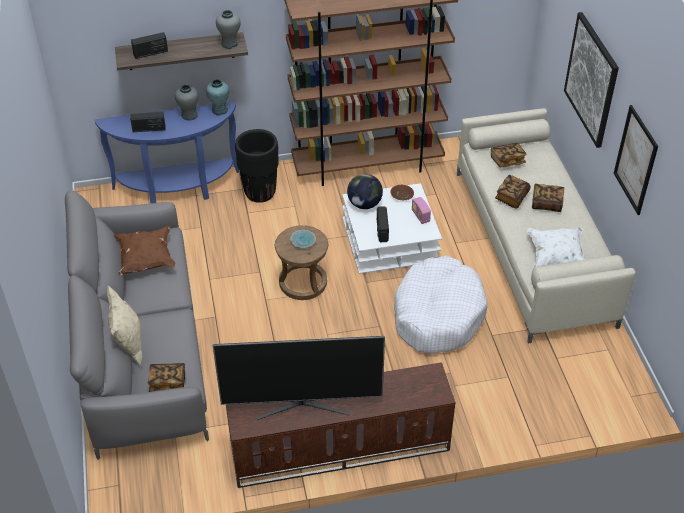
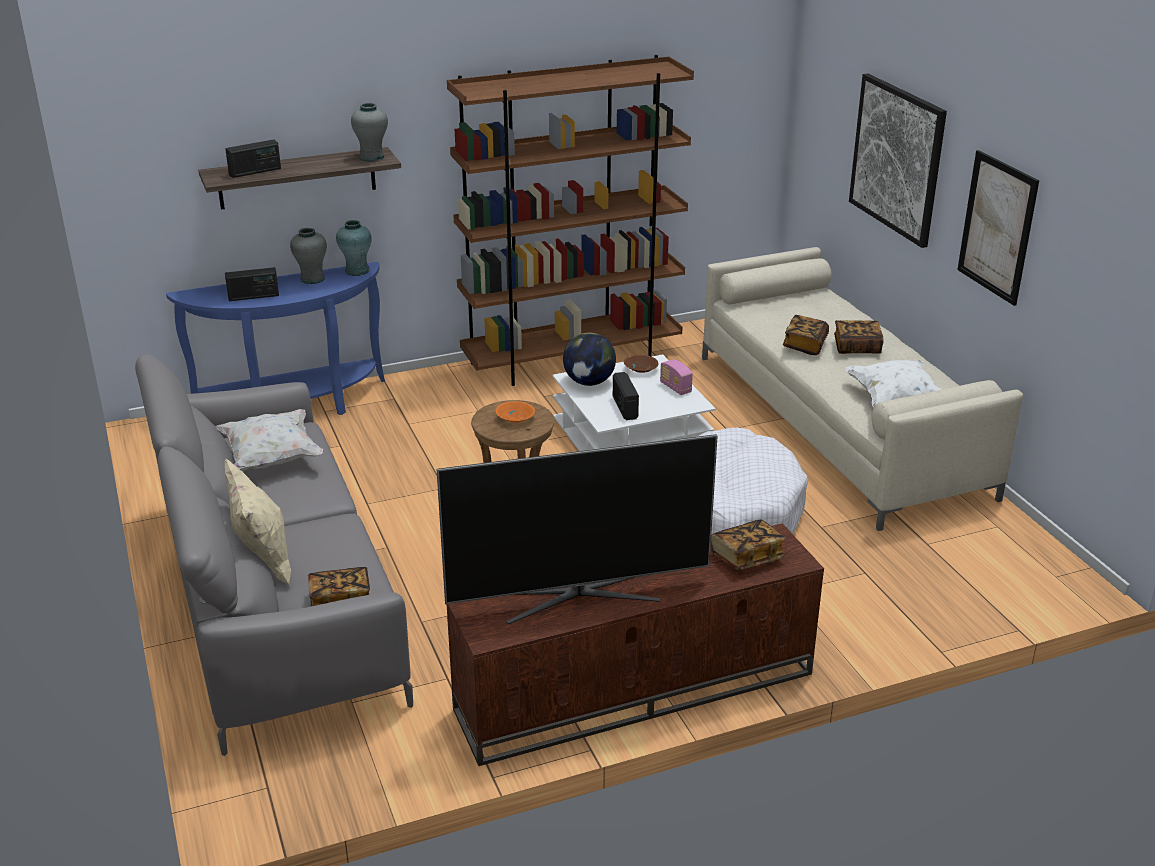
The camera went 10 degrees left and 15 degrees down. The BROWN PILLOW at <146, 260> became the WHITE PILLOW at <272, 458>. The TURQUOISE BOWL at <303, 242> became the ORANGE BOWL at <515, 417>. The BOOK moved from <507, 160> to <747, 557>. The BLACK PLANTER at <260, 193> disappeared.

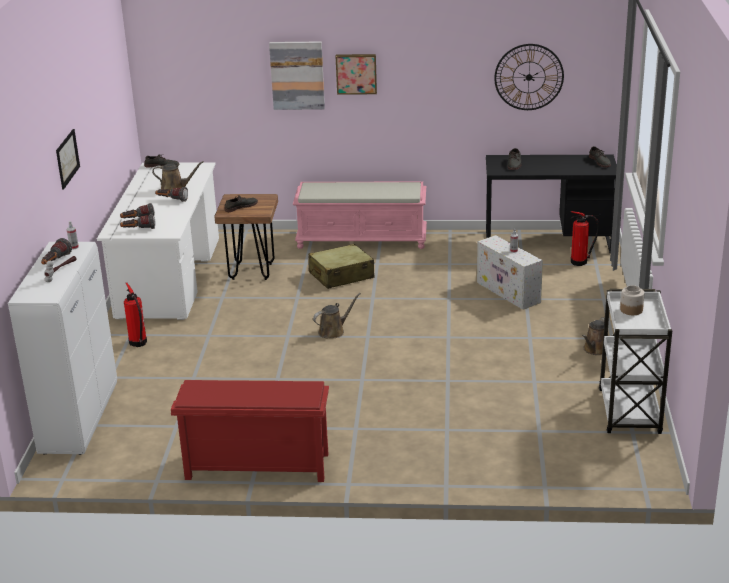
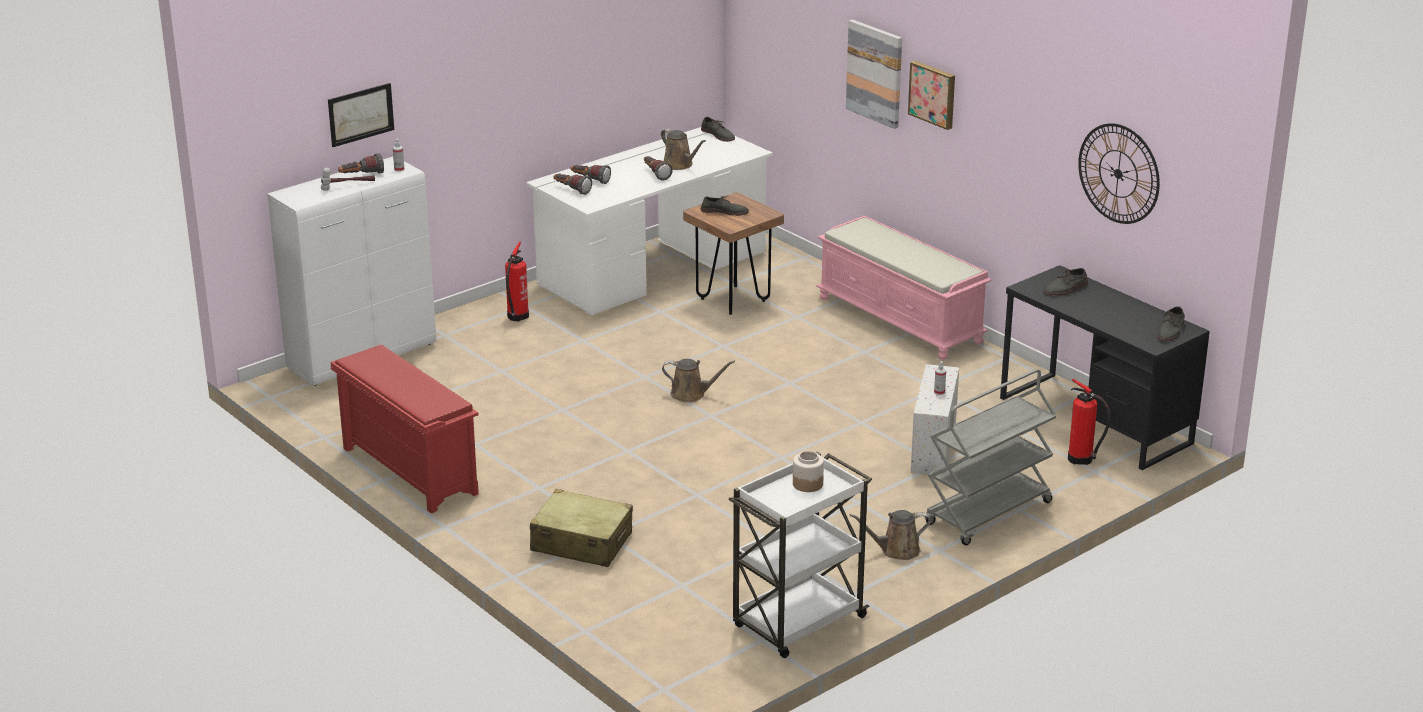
The camera went 45 degrees right and 0 degrees up. The PICTURE moved from <67, 158> to <360, 114>. The BEIGE SUITCASE moved from <341, 276> to <581, 542>. The GREY CART at <988, 514> appeared.

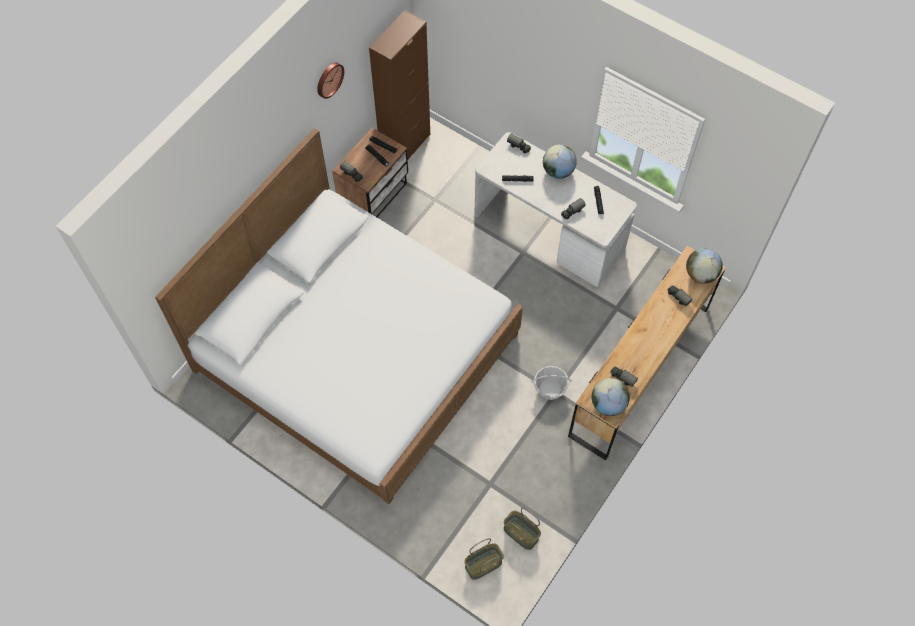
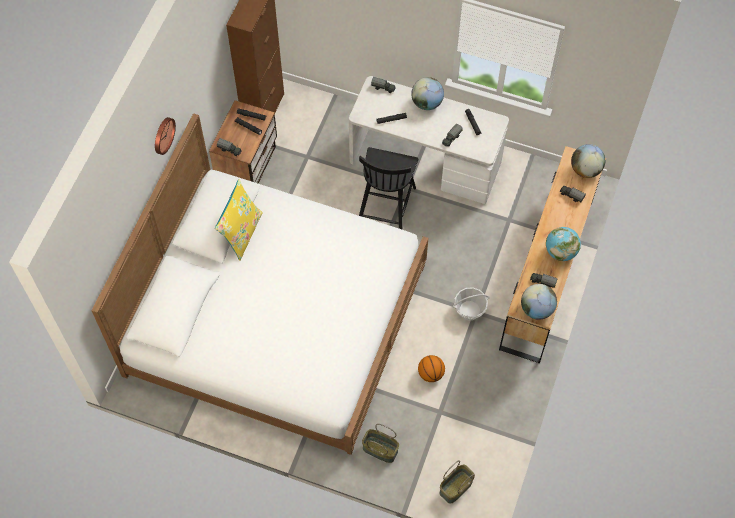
The camera went 15 degrees left and 0 degrees up. The WALL CLOCK moved from <329, 79> to <163, 135>. The YELLOW PILLOW at <241, 233> appeared. The BLACK CHAIR at <386, 205> appeared. The BASKET moved from <520, 533> to <379, 450>. The BASKETBALL at <430, 374> appeared. The GLOBE at <560, 252> appeared.

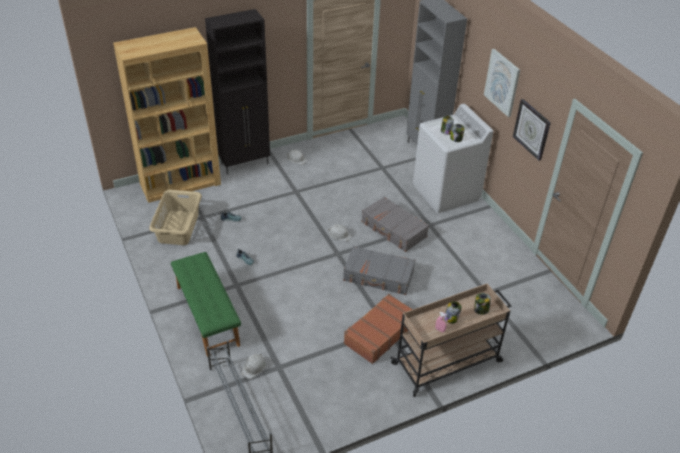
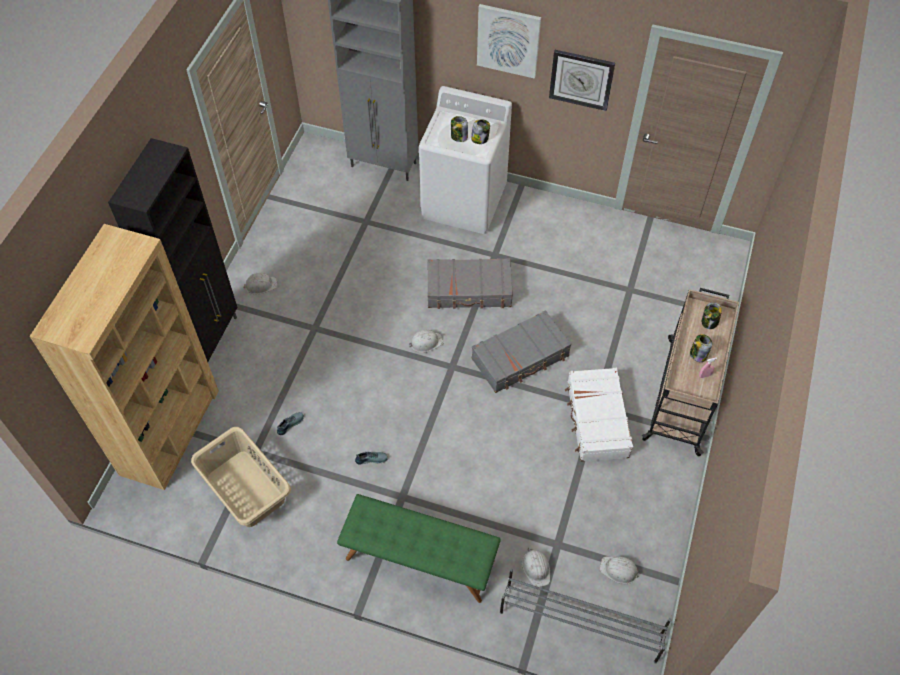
The camera went 45 degrees left and 15 degrees up. The BROWN SUITCASE at <379, 333> became the WHITE SUITCASE at <596, 420>. The WHITE HARD HAT at <619, 570> appeared.

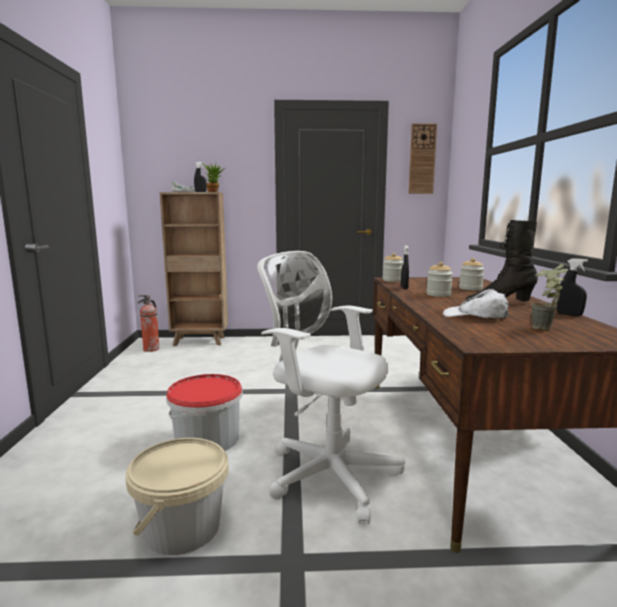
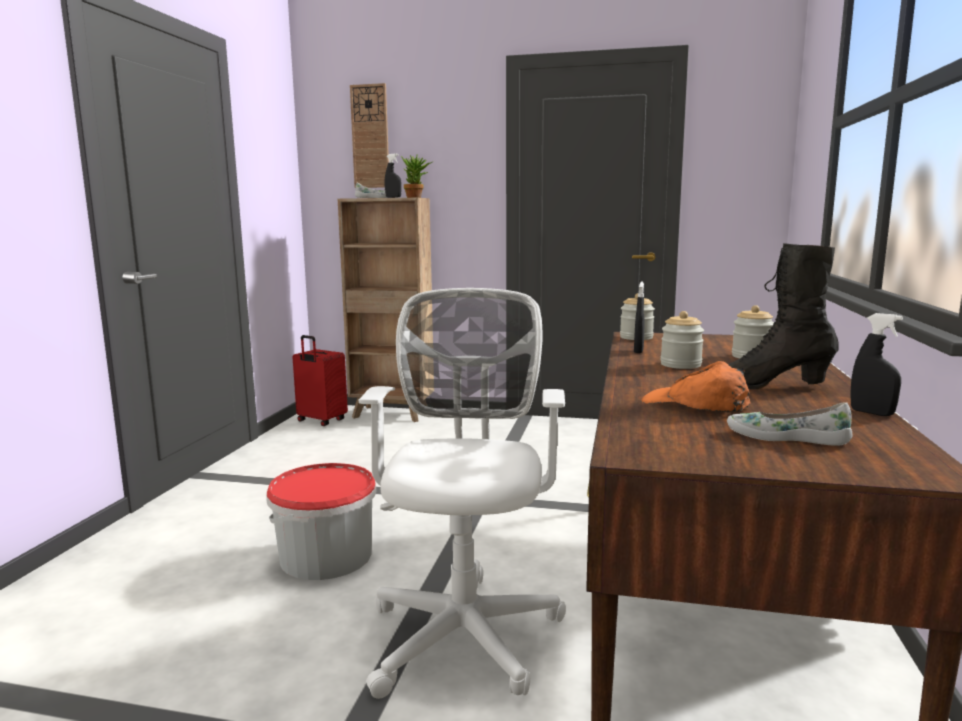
The camera went 15 degrees right and 0 degrees up. The FIRE EXTINGUISHER at <150, 349> was replaced by the RED SUITCASE at <321, 421>. The WALL CLOCK moved from <422, 159> to <370, 136>. The WHITE OFFICE CHAIR at <327, 473> turned 45 degrees clockwise. The WHITE CAP at <475, 315> became the ORANGE CAP at <694, 404>. The POTTED PLANT at <545, 330> was replaced by the WHITE SHOE at <786, 437>. The BEIGE BUCKET at <182, 528> disappeared.

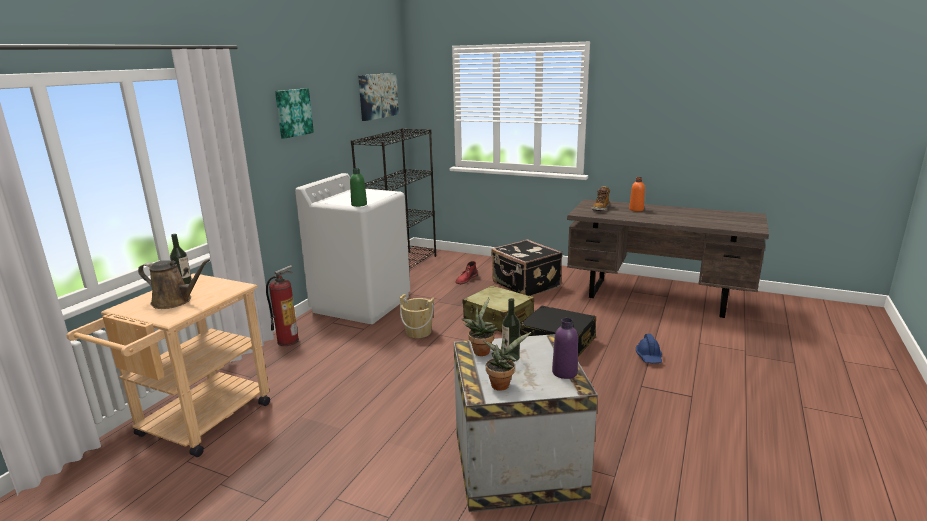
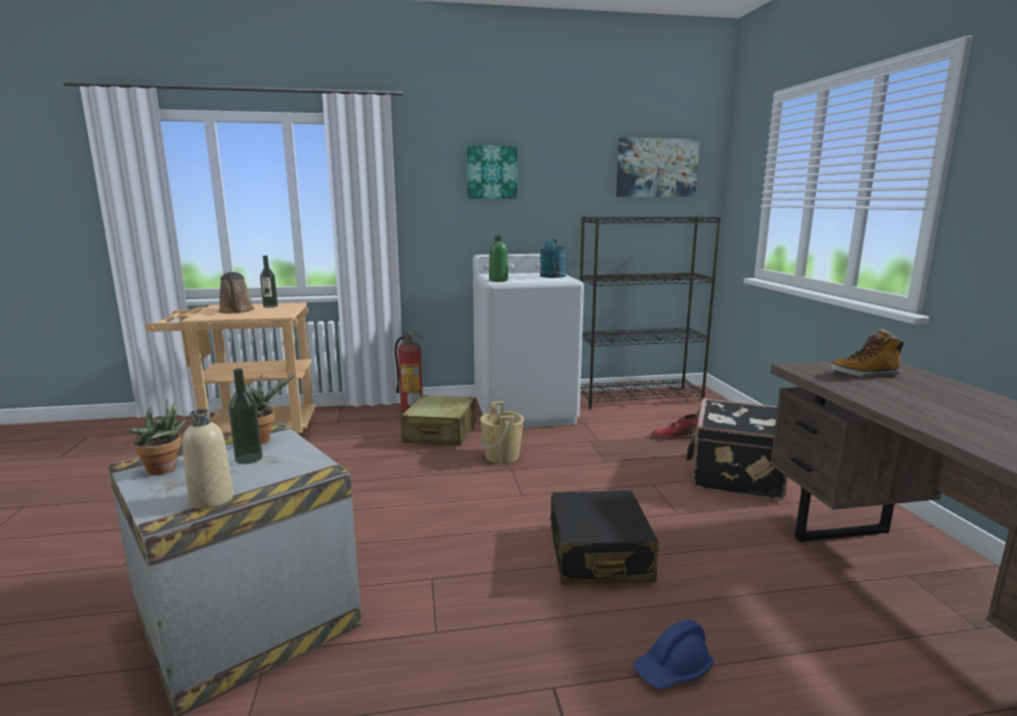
The camera went 55 degrees right and 5 degrees down. The PURPLE BOTTLE at <564, 372> became the BEIGE BOTTLE at <212, 500>. The BEIGE SUITCASE moved from <498, 319> to <440, 433>. The TURQUOISE WATERING CAN at <552, 277> appeared. The ORANGE BOTTLE at <636, 209> disappeared.

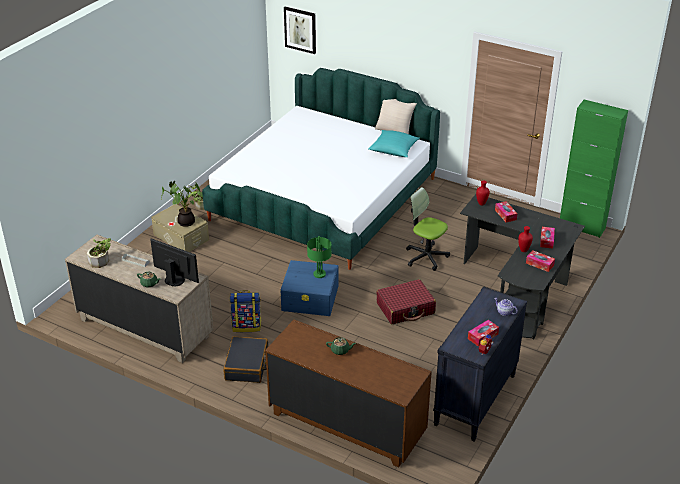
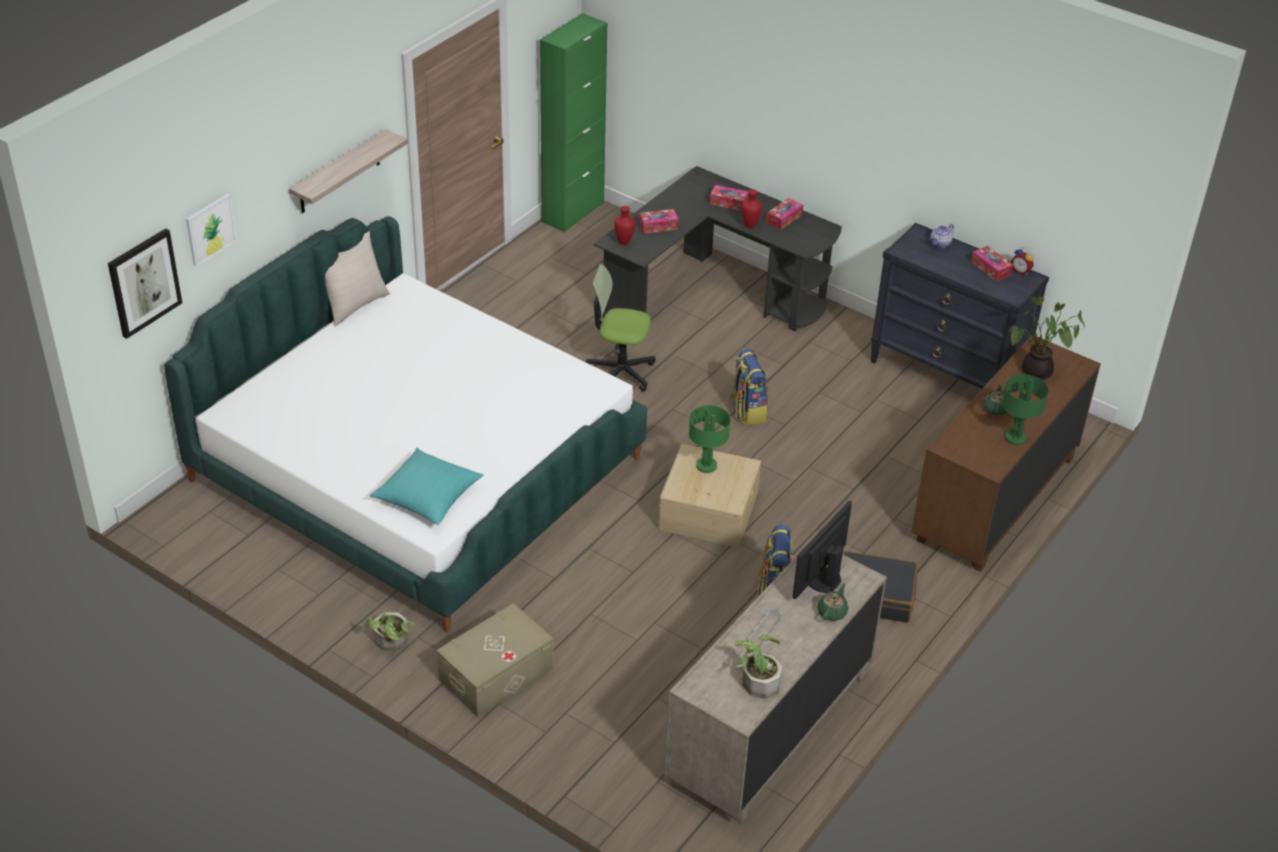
The camera went 85 degrees left and 5 degrees up. The PICTURE at <210, 229> appeared. The SHELF at <339, 173> appeared. The TURQUOISE PILLOW moved from <394, 150> to <427, 497>. The OFFICE CHAIR at <426, 257> turned 60 degrees clockwise. The BLUE STORAGE BOX at <310, 298> became the BEIGE STORAGE BOX at <709, 510>. The RED SUITCASE at <405, 308> was replaced by the BACKPACK at <747, 410>. The GREEN TABLE LAMP at <1014, 438> appeared. The POTTED PLANT moved from <185, 221> to <1035, 373>.

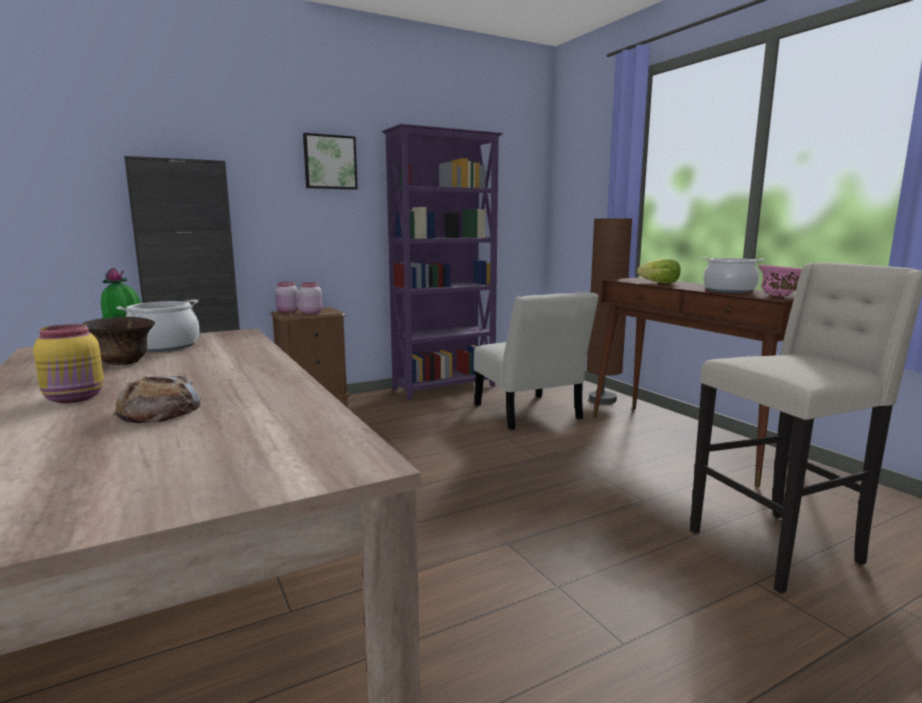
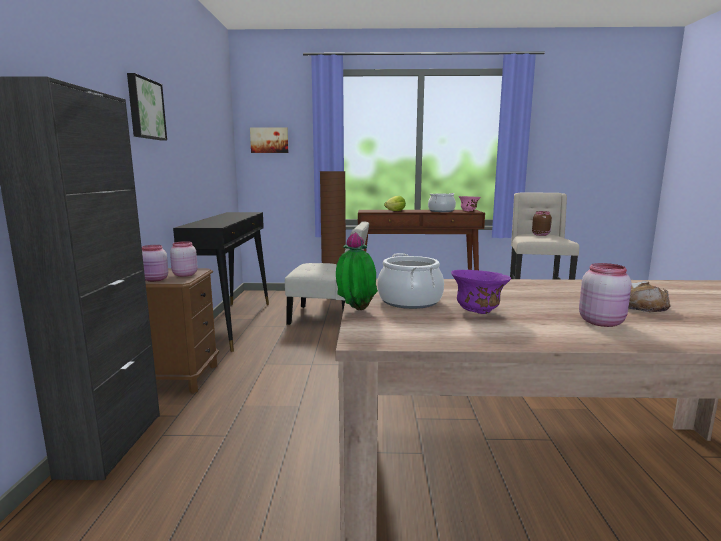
The camera went 60 degrees left and 0 degrees up. The PURPLE BOOKCASE at <445, 388> was replaced by the BLACK CONSOLE TABLE at <232, 324>. The PICTURE at <269, 140> appeared. The BROWN BOWL at <124, 363> became the PURPLE BOWL at <477, 311>. The BROWN JAR at <540, 235> appeared. The YELLOW JAR at <76, 398> became the PINK JAR at <601, 322>.

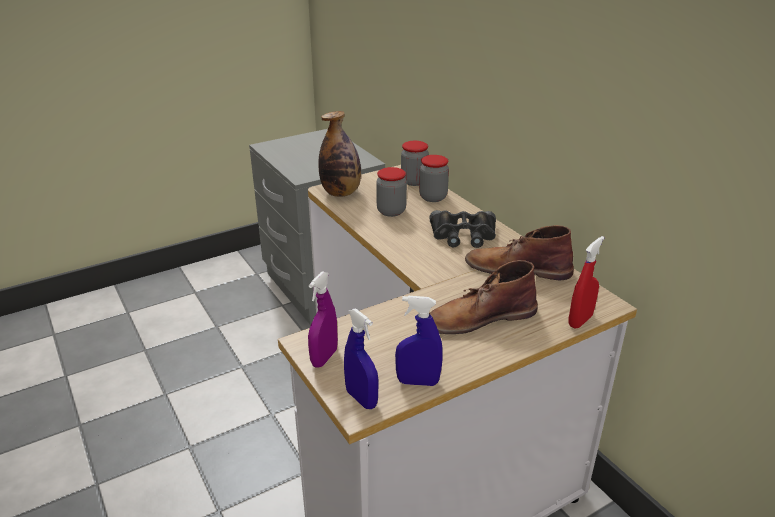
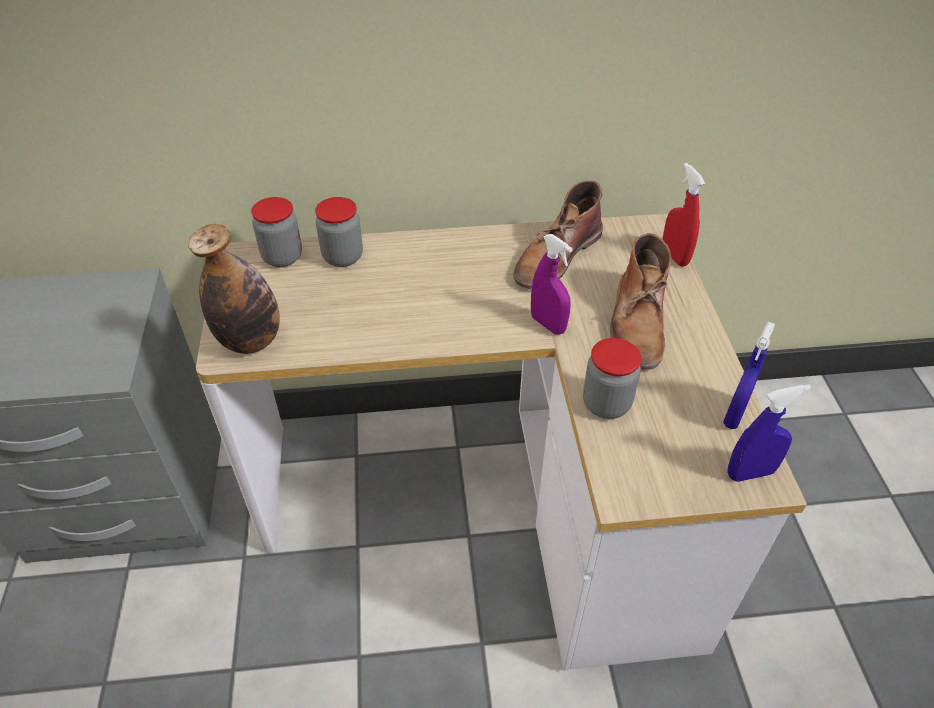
The camera went 65 degrees left and 15 degrees up. The PURPLE SPRAY BOTTLE moved from <324, 358> to <548, 324>. The JAR moved from <391, 211> to <606, 404>. The BLACK BINOCULARS at <463, 235> disappeared.

